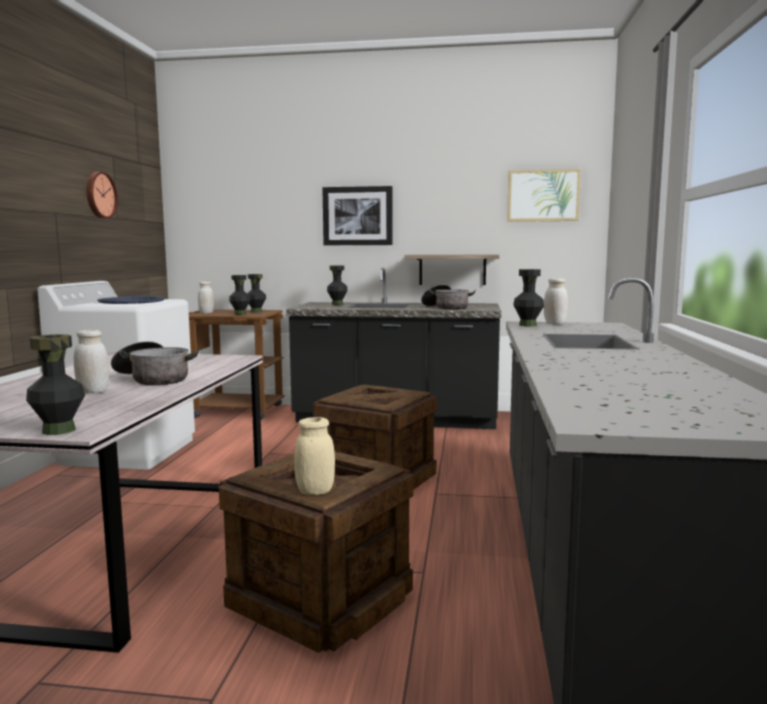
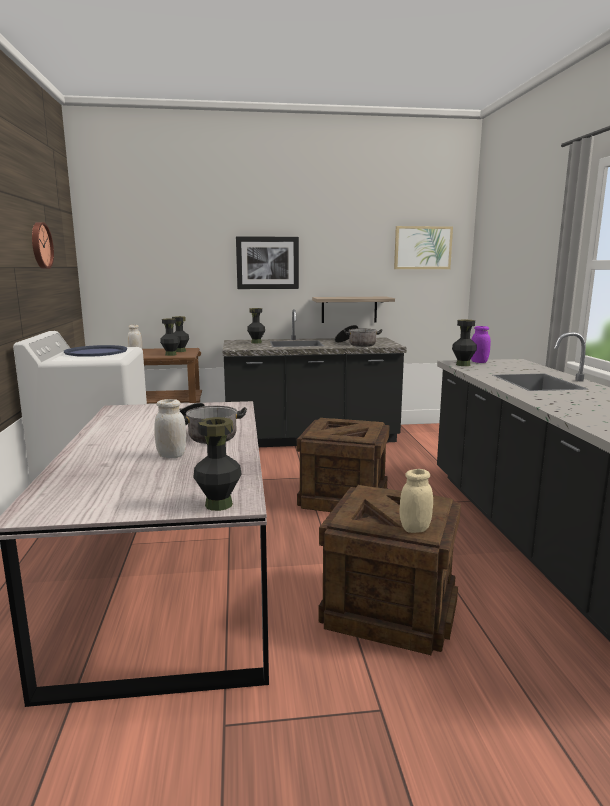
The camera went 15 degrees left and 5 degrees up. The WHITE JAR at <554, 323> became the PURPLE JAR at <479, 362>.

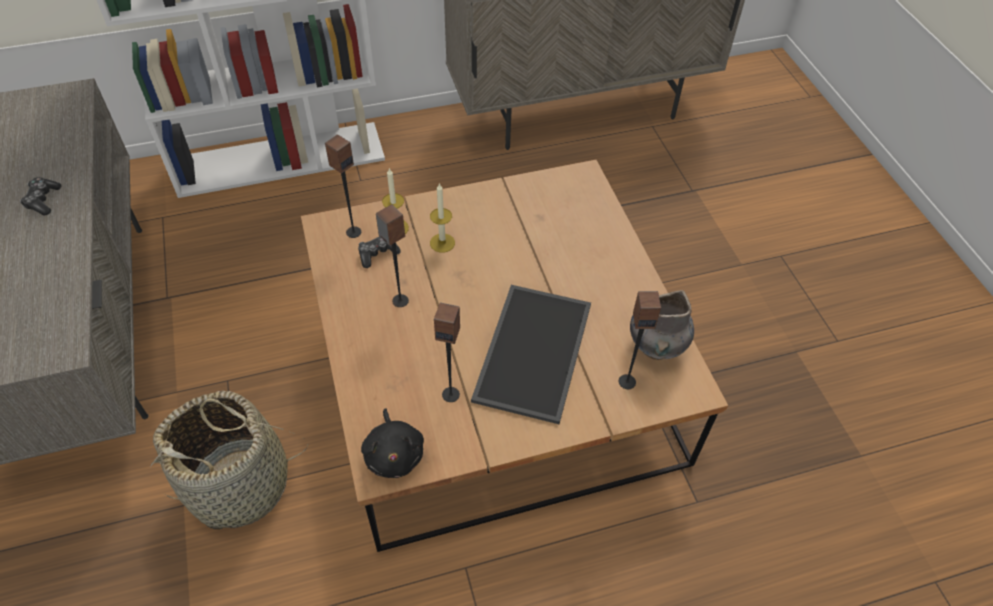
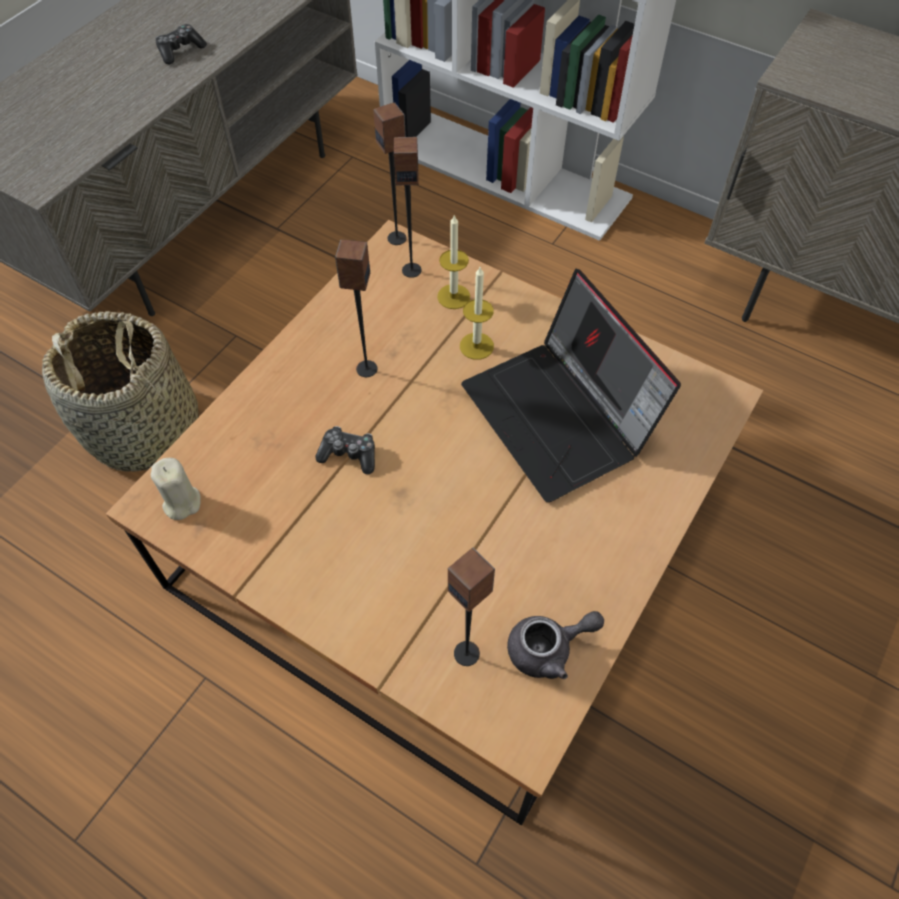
The camera went 50 degrees right and 5 degrees up. The BLACK PLUSH TOY at <394, 454> was replaced by the BEIGE CANDLE at <181, 502>. The GAME CONTROLLER moved from <377, 254> to <349, 454>. The SPEAKER moved from <451, 394> to <397, 238>. The LAPTOP at <560, 418> appeared. The GREY VASE at <656, 346> was replaced by the GREY TEAPOT at <548, 649>. The TRAY at <531, 350> disappeared.

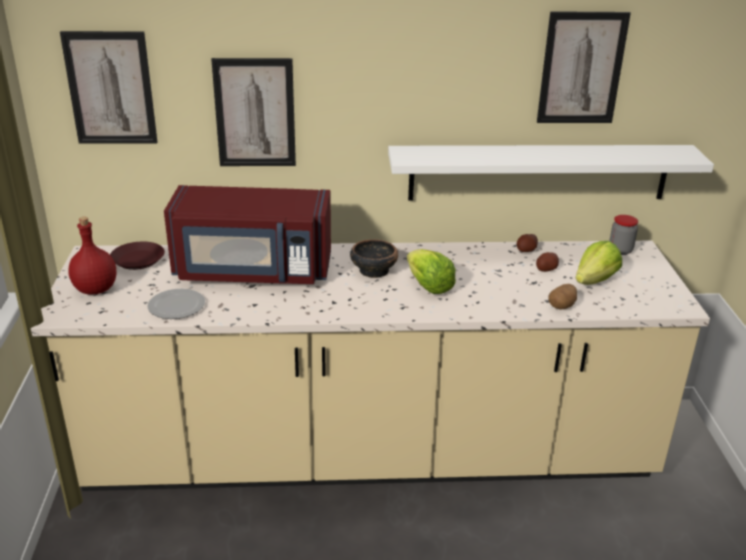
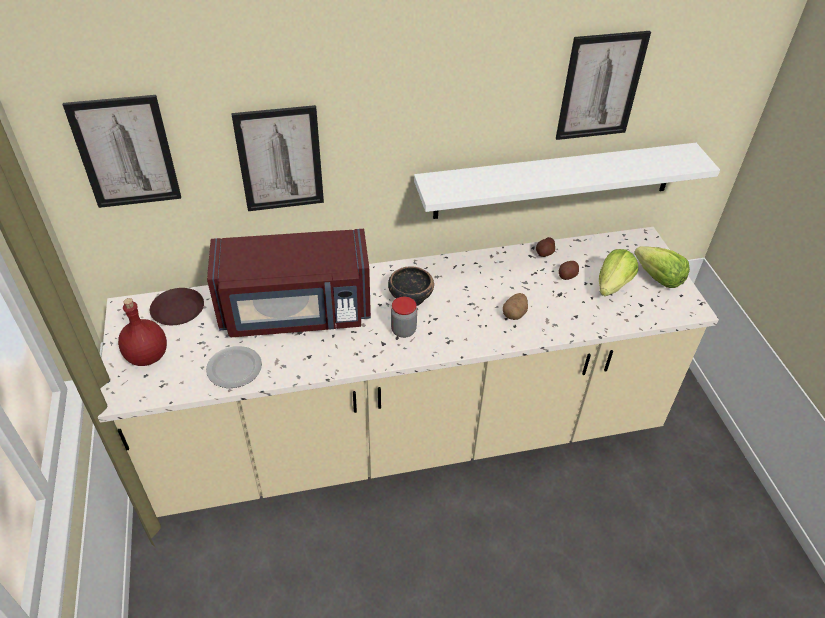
The camera went 10 degrees left and 15 degrees up. The JAR moved from <620, 250> to <403, 330>. The POTATO moved from <562, 306> to <514, 313>. The LETTUCE moved from <428, 286> to <658, 278>.

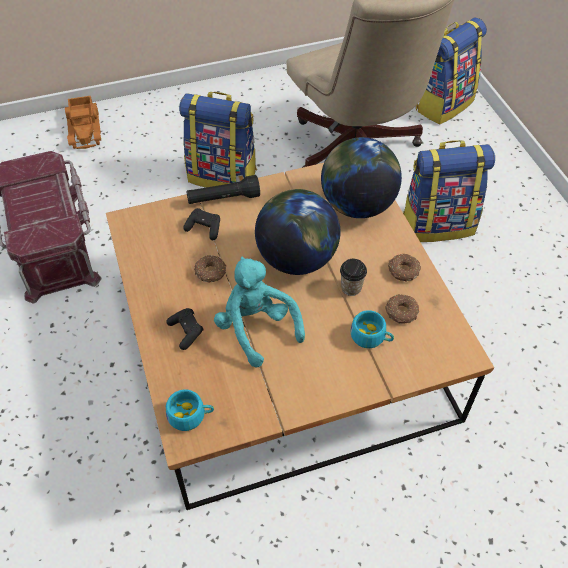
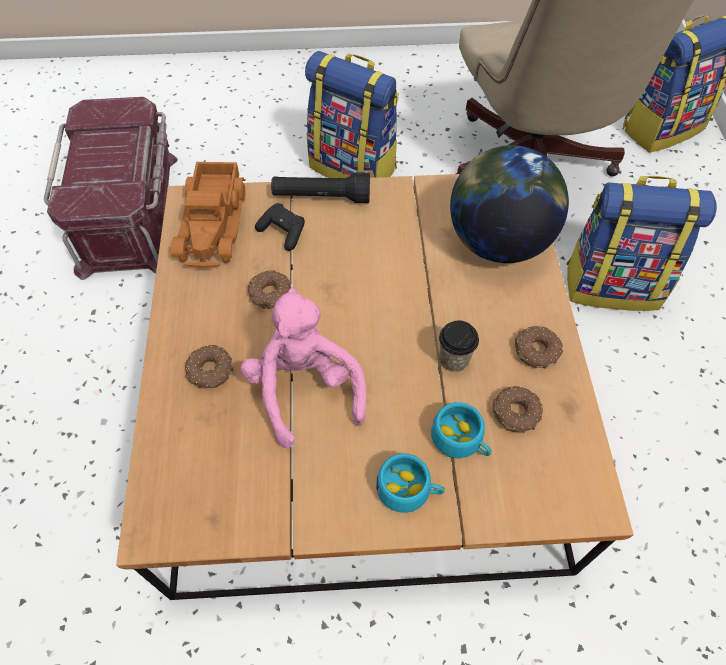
The camera went 15 degrees right and 5 degrees up. The TOY TRUCK moved from <85, 129> to <215, 223>. The BLACK GAME CONTROLLER at <186, 332> was replaced by the DONUT at <210, 371>. The TURQUOISE PLUSH TOY at <256, 328> became the PINK PLUSH TOY at <304, 389>. The TURQUOISE CUP moved from <191, 415> to <409, 490>. The GLOBE at <297, 258> disappeared.

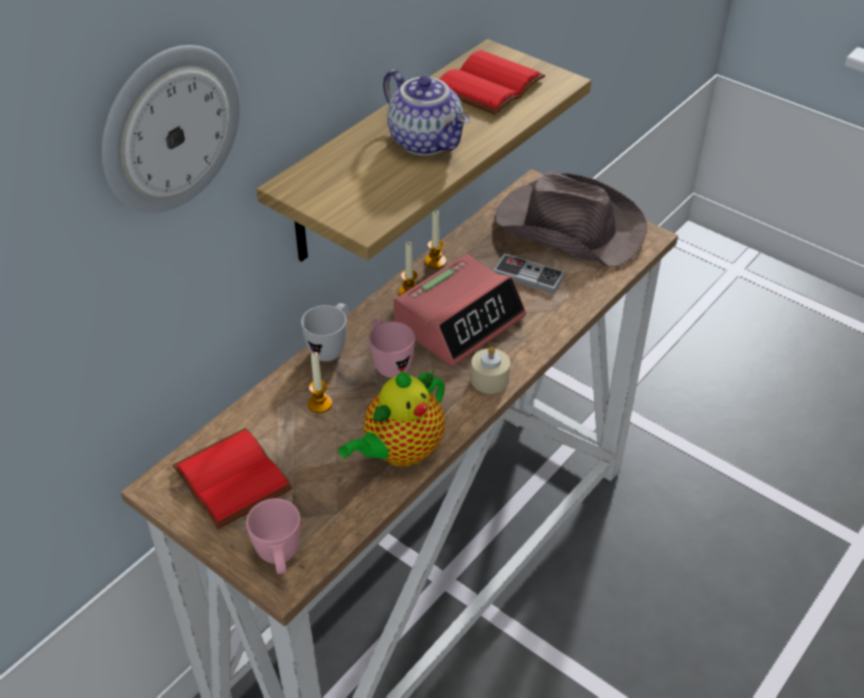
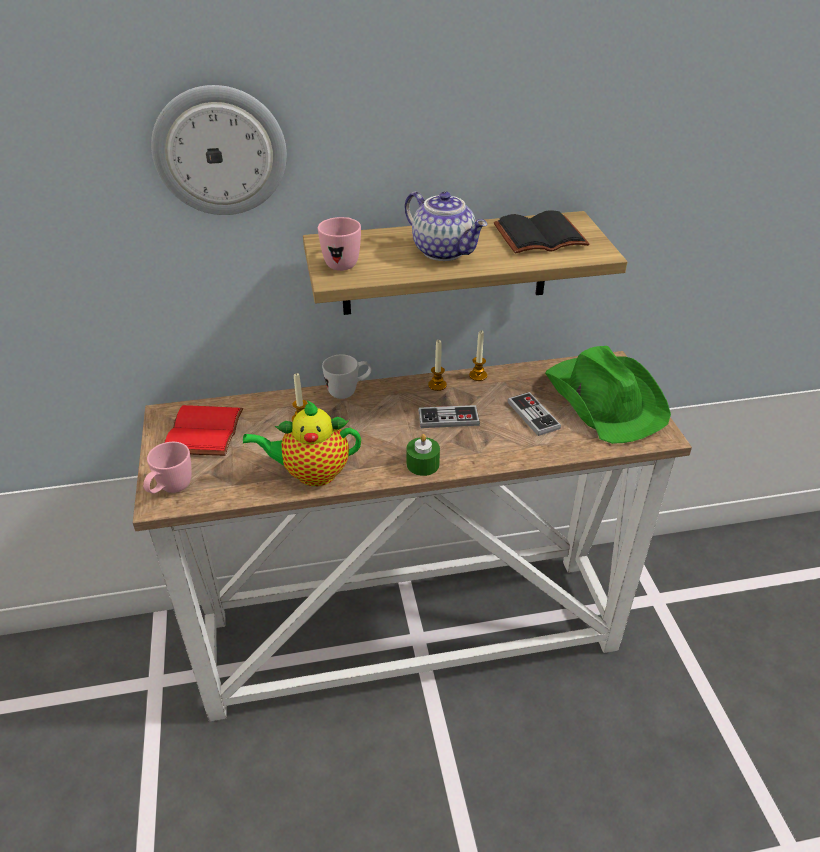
The camera went 40 degrees right and 5 degrees down. The PINK MUG moved from <389, 363> to <343, 262>. The TEAPOT at <427, 141> turned 45 degrees counterclockwise. The BEIGE CANDLE at <489, 379> became the GREEN CANDLE at <422, 464>. The ALARM CLOCK at <459, 321> was replaced by the GAME CONTROLLER at <448, 418>. The RED BOOK at <490, 87> became the BLACK BOOK at <539, 238>. The BROWN HAT at <568, 226> became the GREEN HAT at <604, 399>.

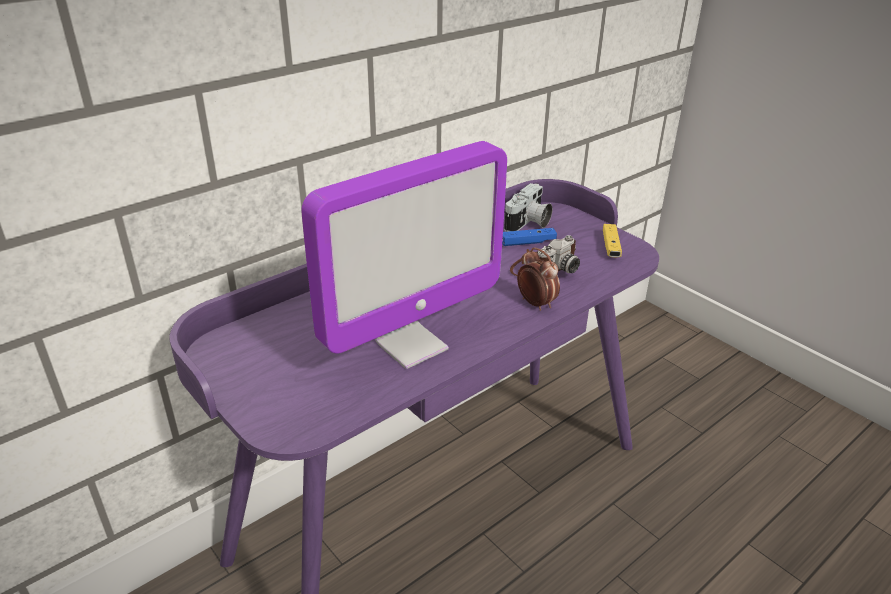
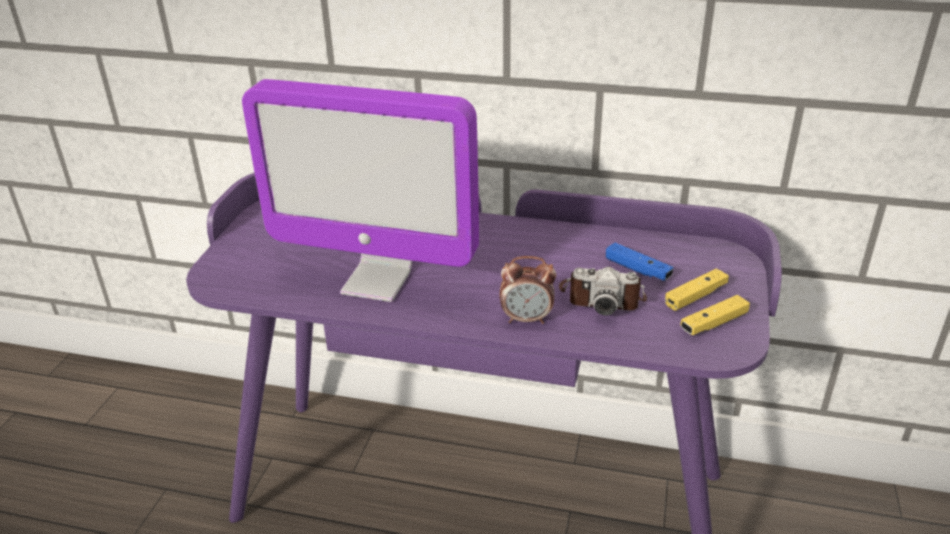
The camera went 55 degrees right and 0 degrees up. The ALARM CLOCK at <535, 303> turned 75 degrees clockwise. The YELLOW GAME CONTROLLER at <695, 296> appeared. The PHOTO CAMERA at <528, 224> disappeared.

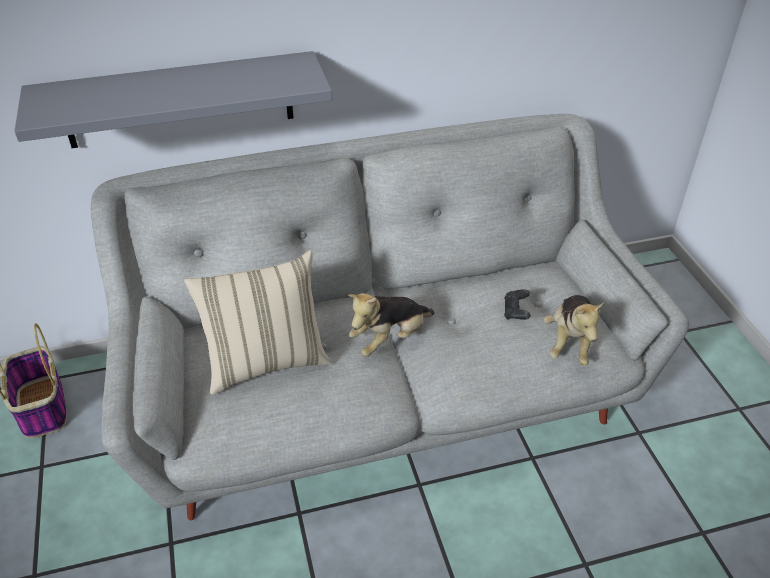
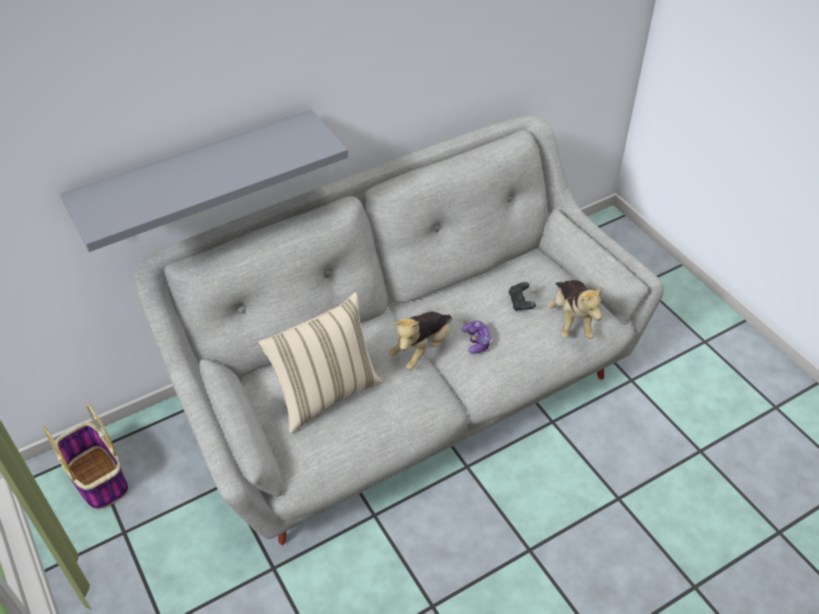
The camera went 15 degrees left and 5 degrees up. The GAME CONTROLLER at <476, 341> appeared.

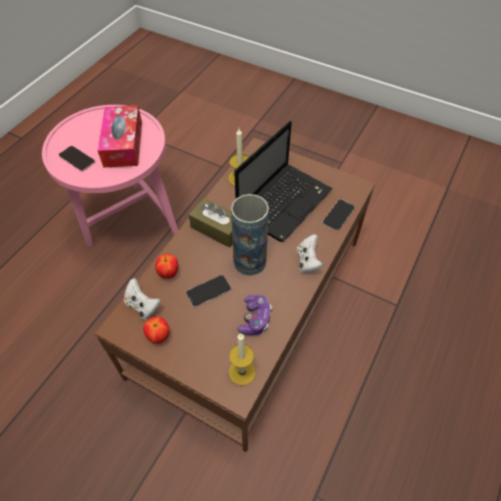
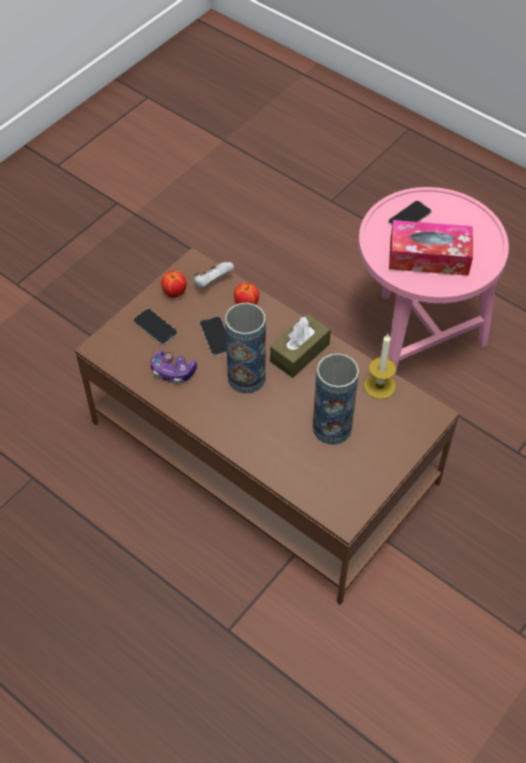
The camera went 100 degrees right and 0 degrees up. The PHONE moved from <338, 215> to <155, 327>. The LAPTOP at <284, 201> was replaced by the VASE at <332, 428>. The CANDLE at <242, 372> disappeared. The WHITE GAME CONTROLLER at <307, 261> disappeared.

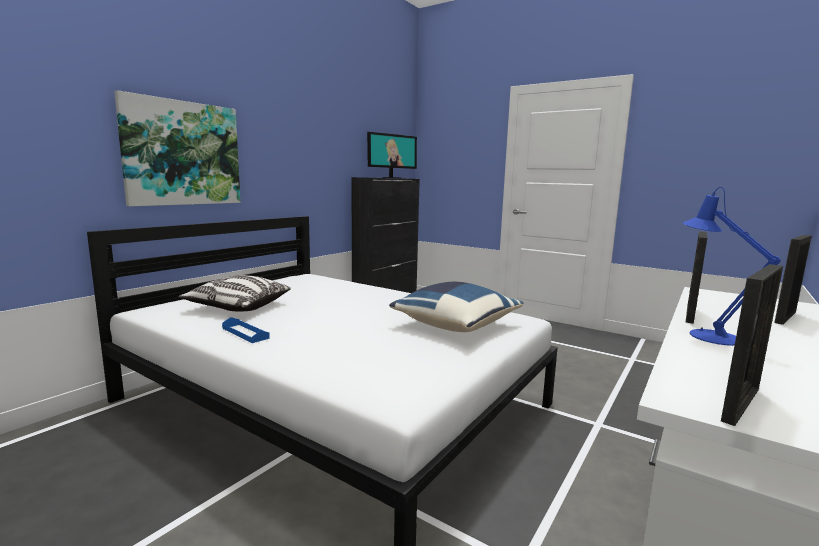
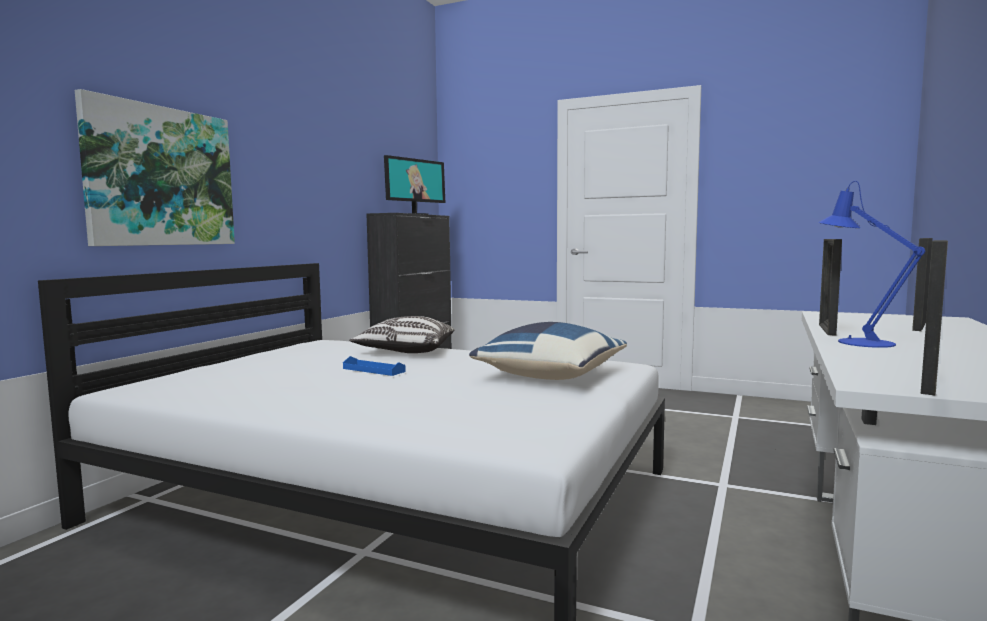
The camera went 10 degrees left and 5 degrees down. The BLUE TRAY moved from <245, 333> to <373, 370>. The PILLOW moved from <238, 307> to <405, 351>.

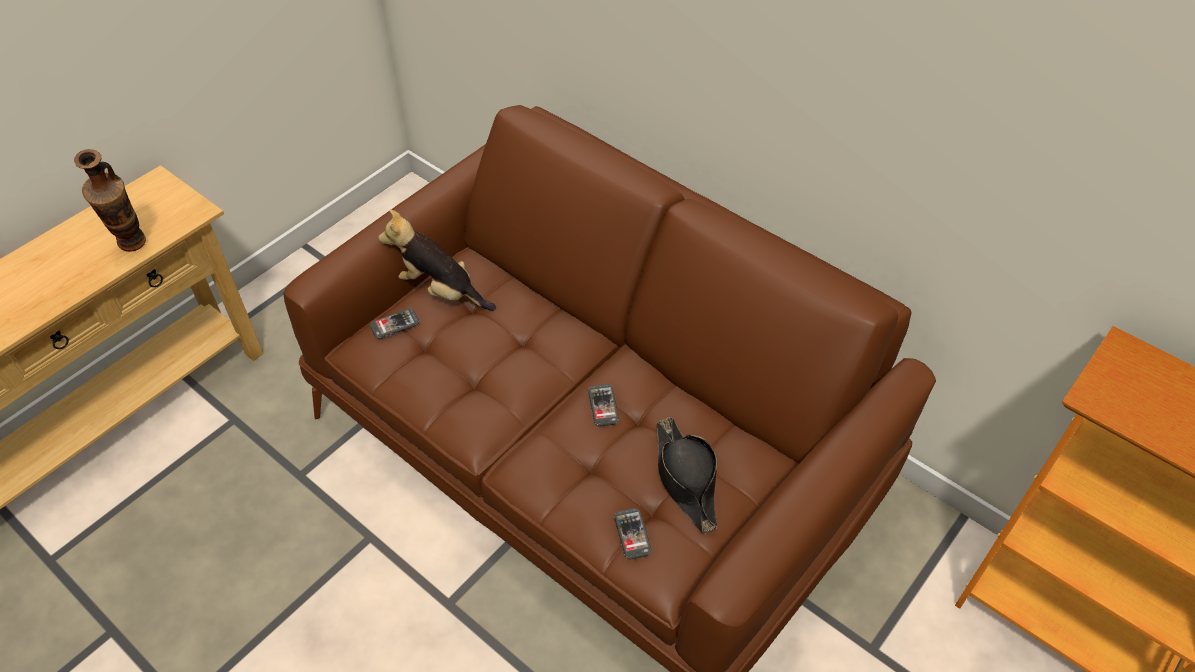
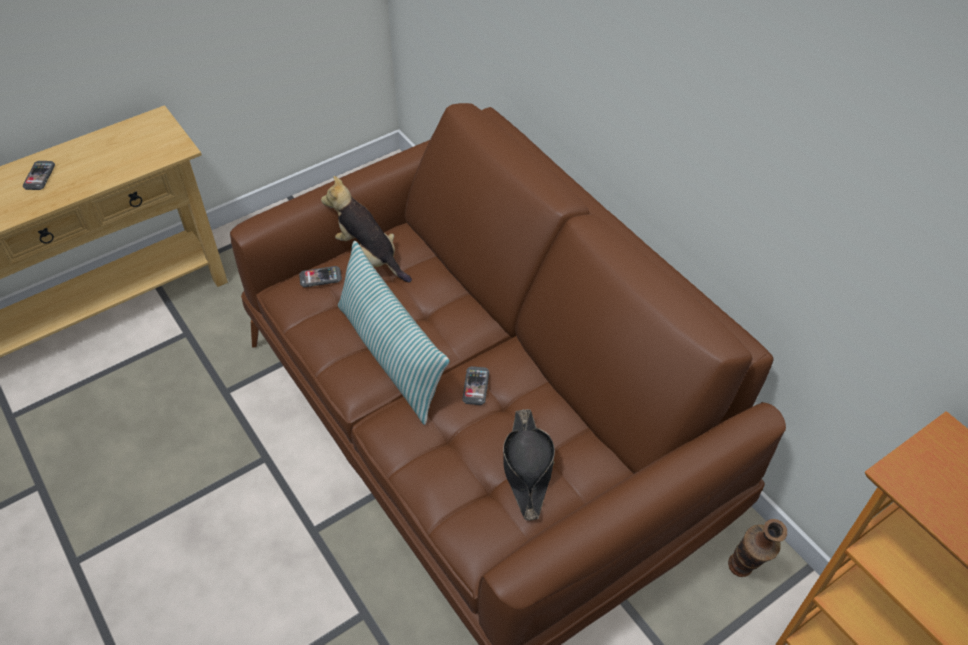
The camera went 15 degrees right and 0 degrees up. The PHONE moved from <632, 534> to <39, 176>. The PILLOW at <391, 356> appeared. The VASE moved from <134, 249> to <743, 574>.

